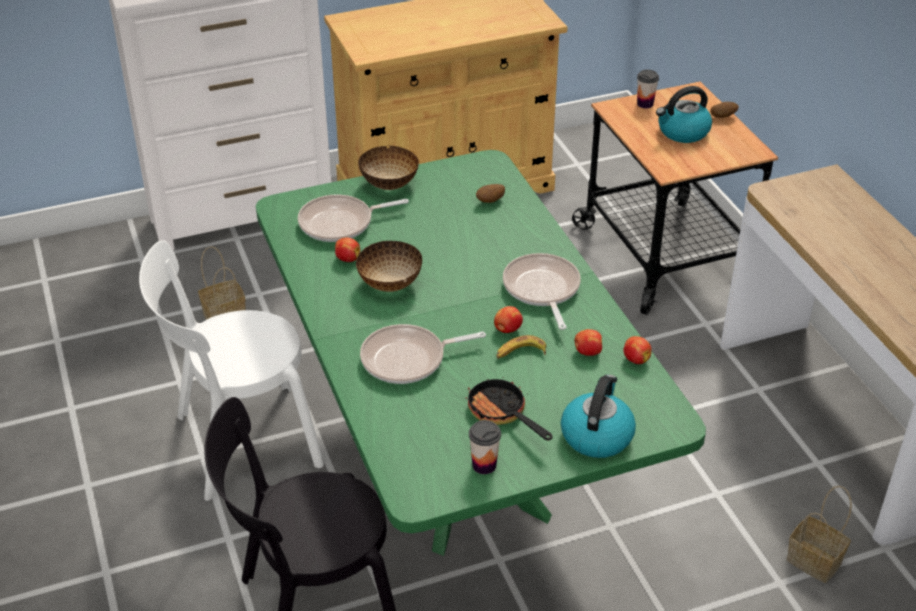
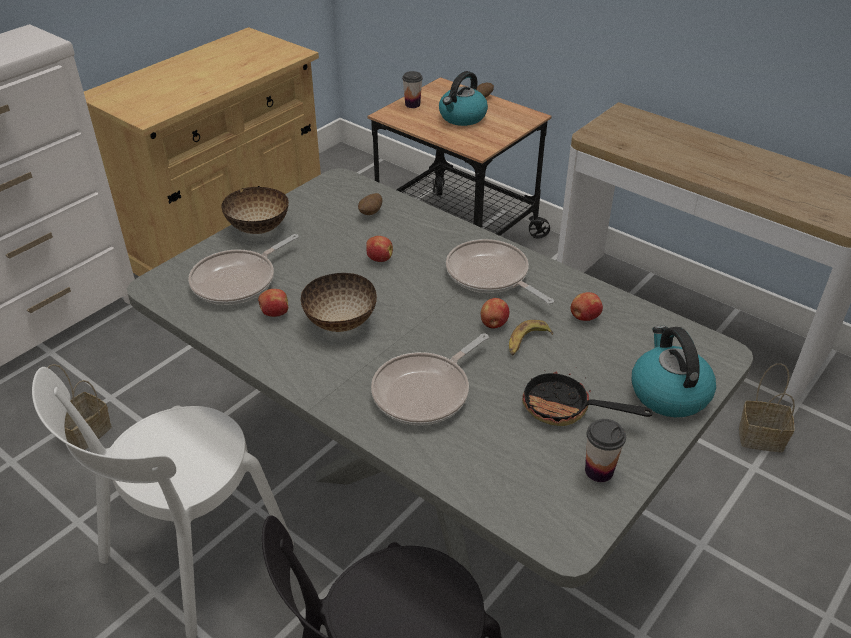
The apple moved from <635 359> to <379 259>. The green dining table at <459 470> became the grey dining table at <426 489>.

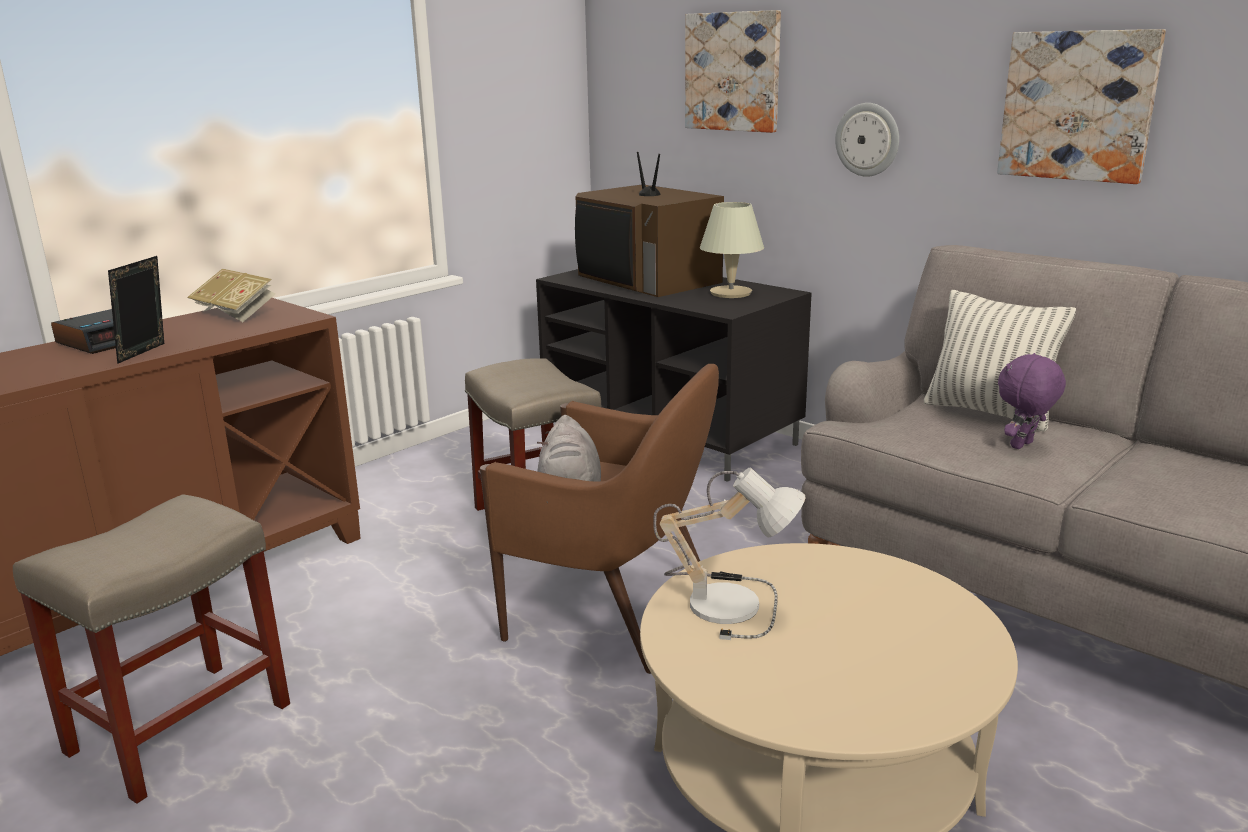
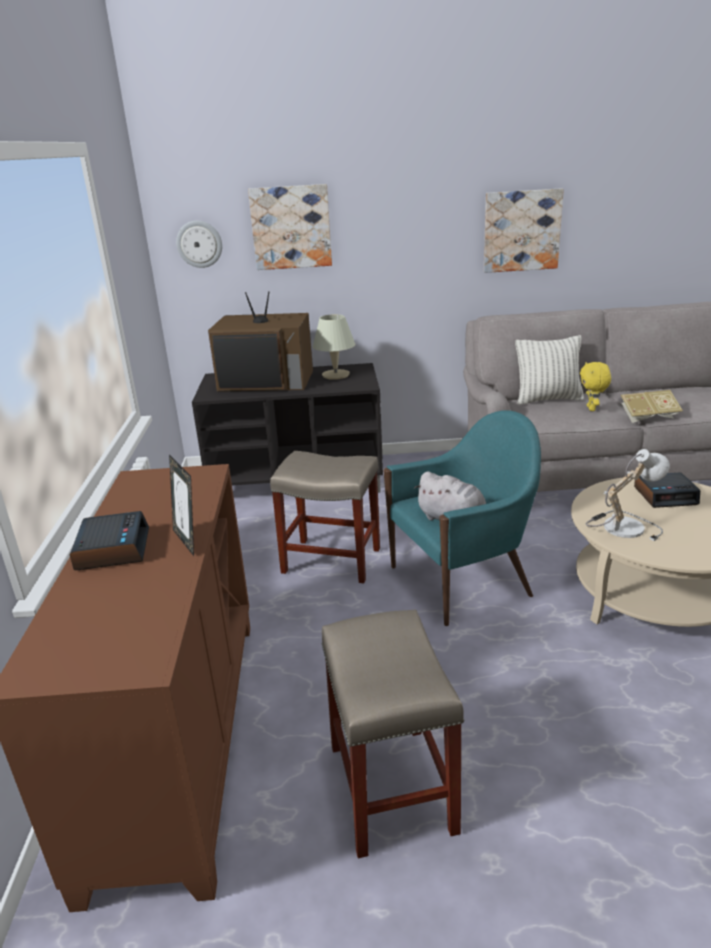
The alarm clock at <665 495> appeared. The book moved from <235 313> to <648 417>. The wall clock moved from <868 139> to <199 244>. The brown armchair at <614 611> became the turquoise armchair at <462 580>. The purple plush toy at <1023 446> became the yellow plush toy at <592 409>.

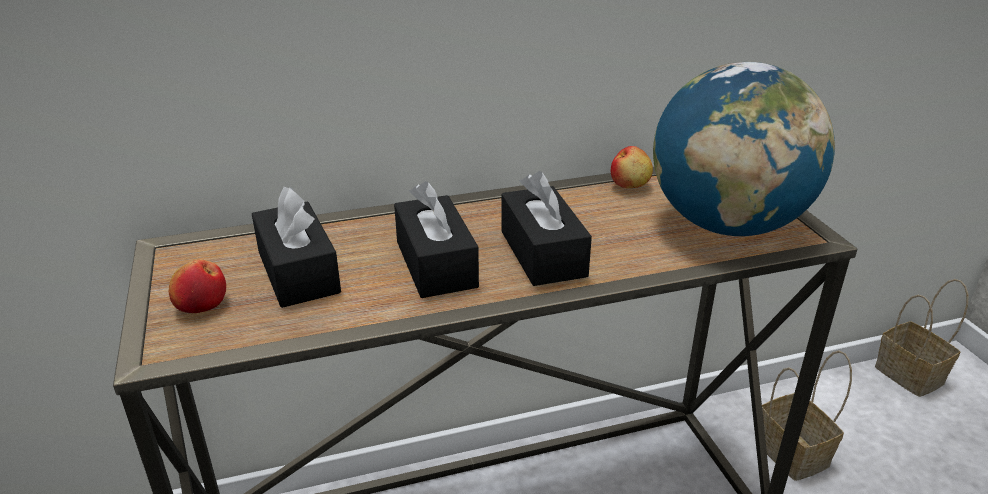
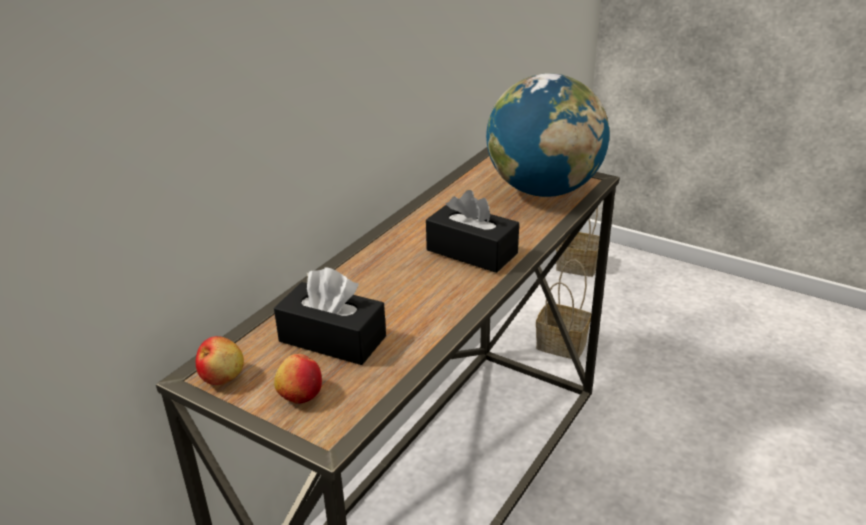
The black tissue box at <436 264> disappeared. The apple moved from <630 184> to <223 376>.

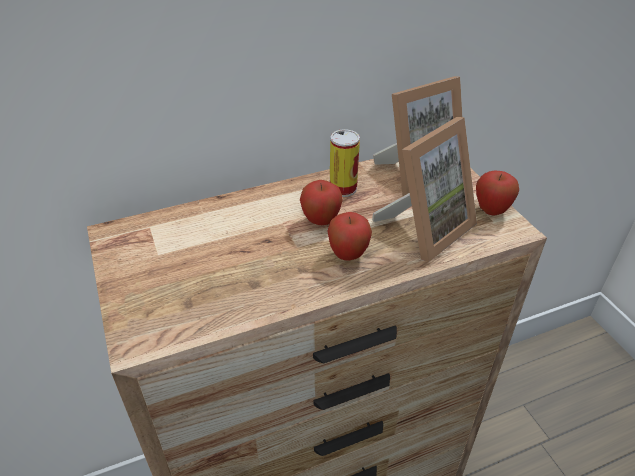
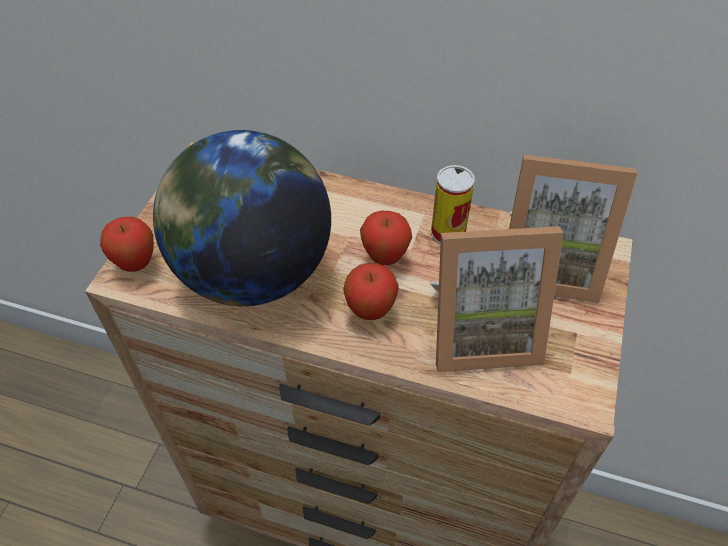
The globe at <253 272> appeared. The apple moved from <491 211> to <136 263>.

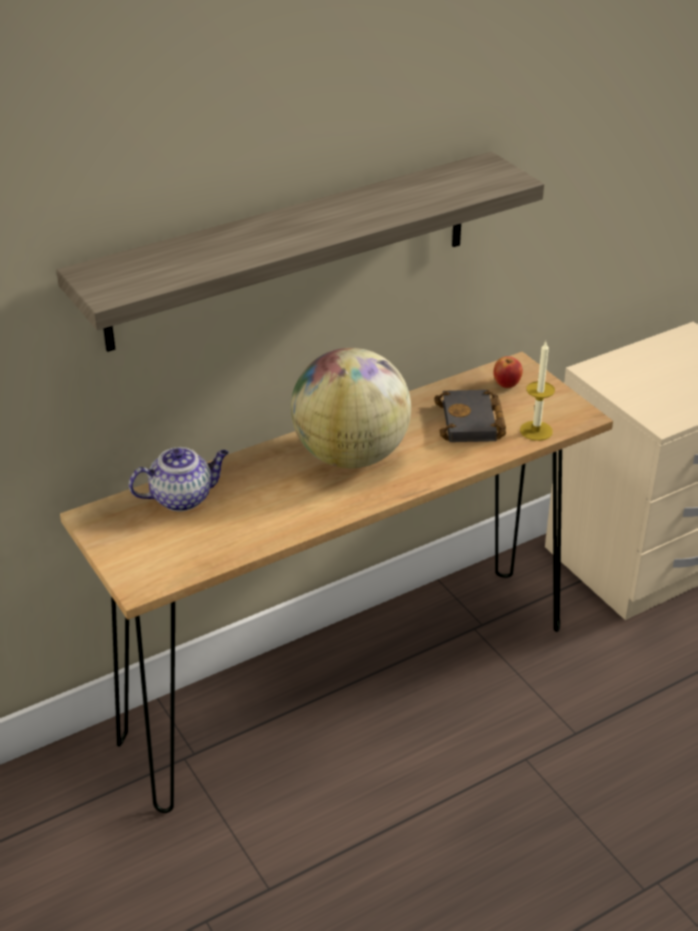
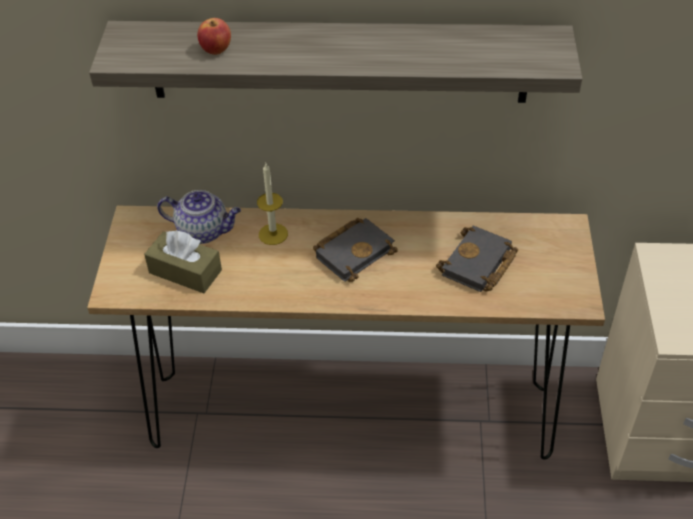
The brown tissue box at <185 271> appeared. The apple moved from <506 384> to <216 50>. The candle moved from <536 431> to <273 234>. The globe at <350 455> was replaced by the black book at <354 251>.

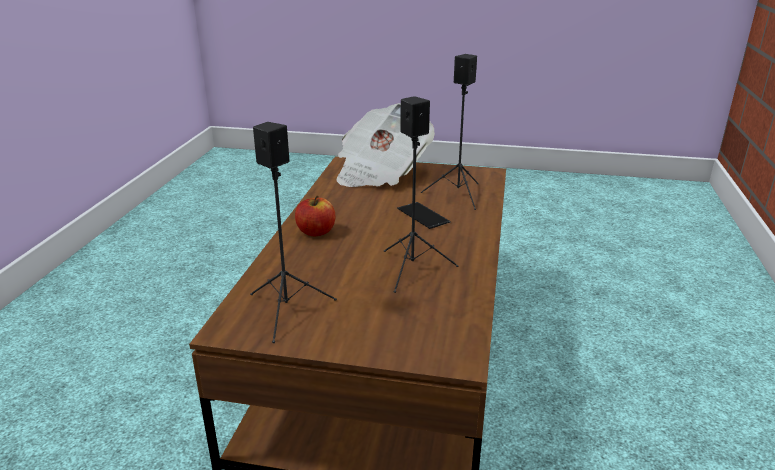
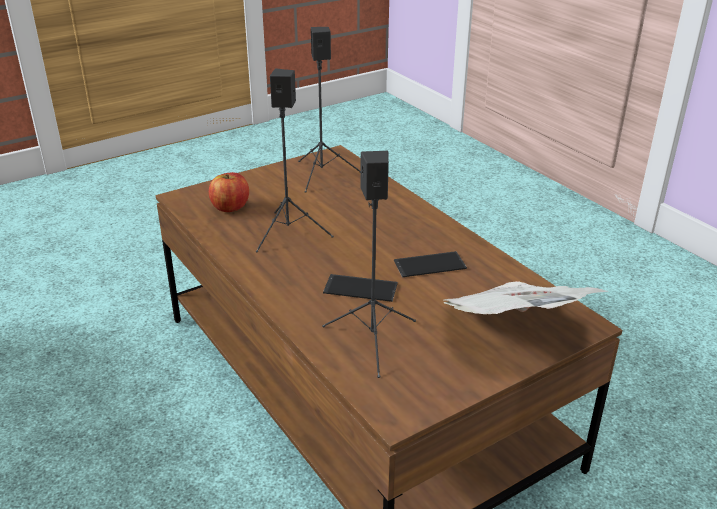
The phone at <430 265> appeared. The apple moved from <316 232> to <230 207>.

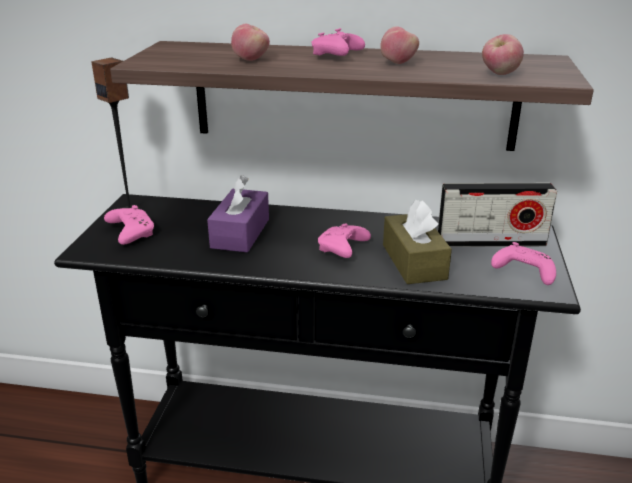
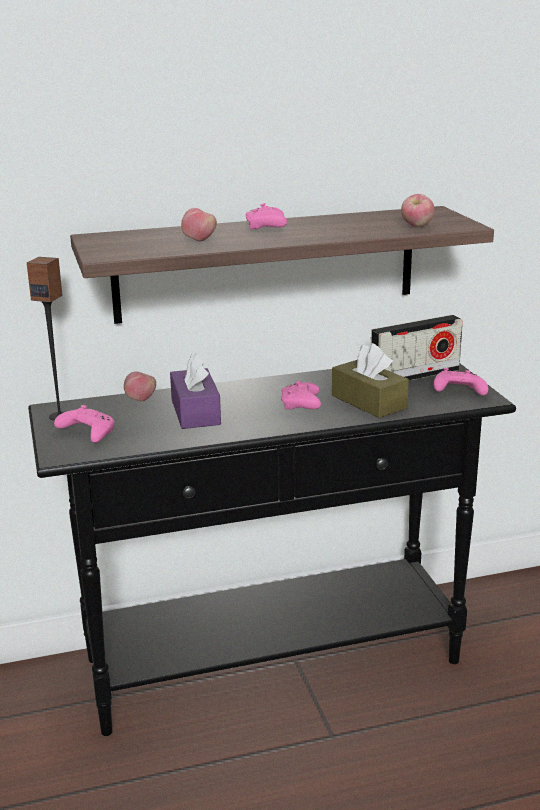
The apple moved from <398 63> to <141 399>.

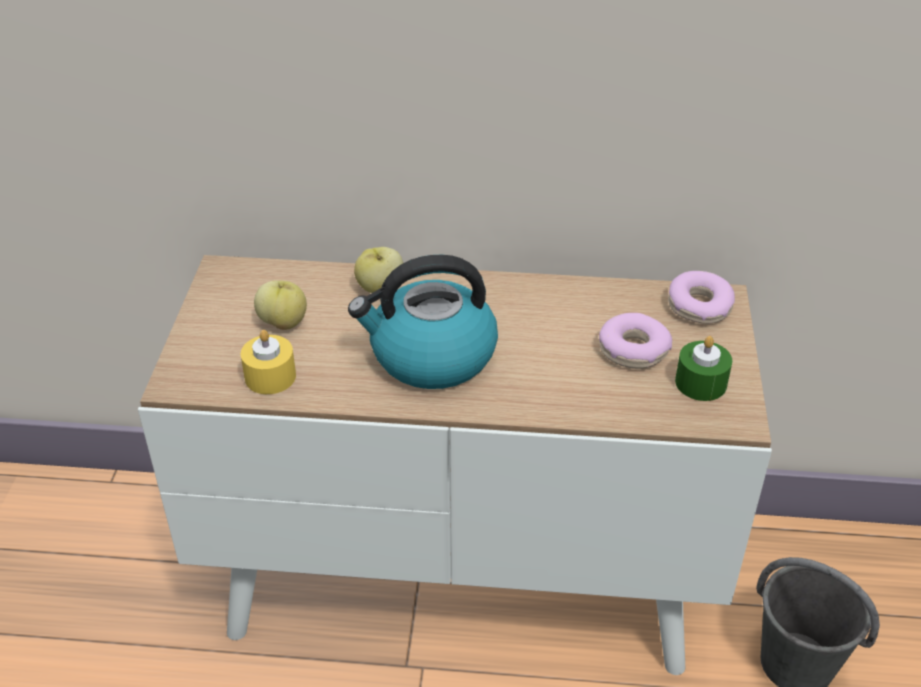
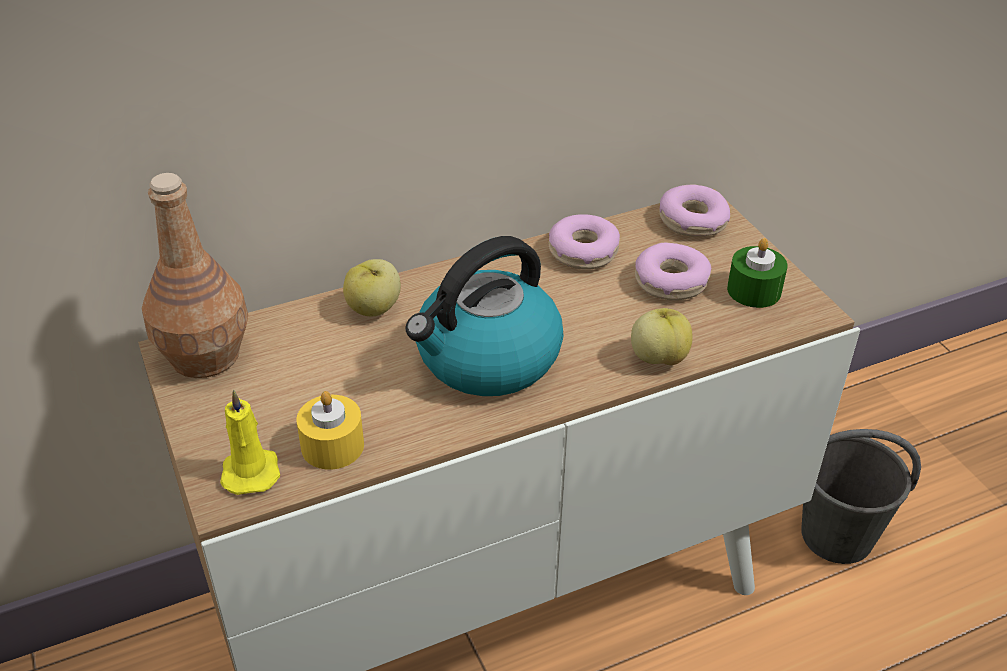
The brown bottle at <205 354> appeared. The yellow candle at <251 470> appeared. The donut at <583 251> appeared. The apple moved from <283 322> to <658 358>.

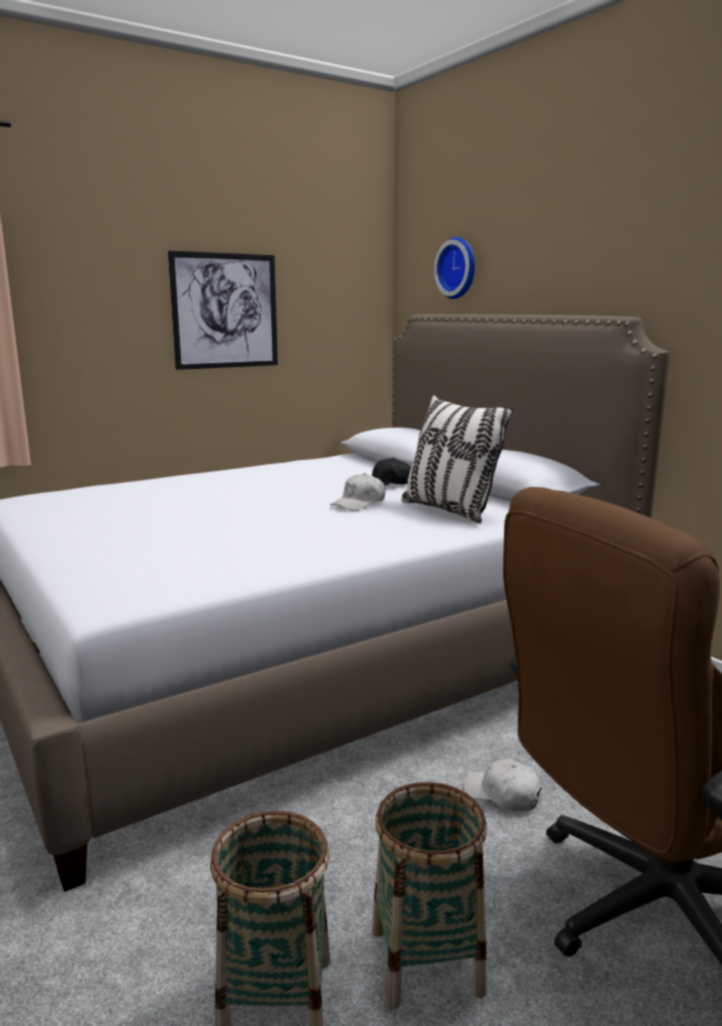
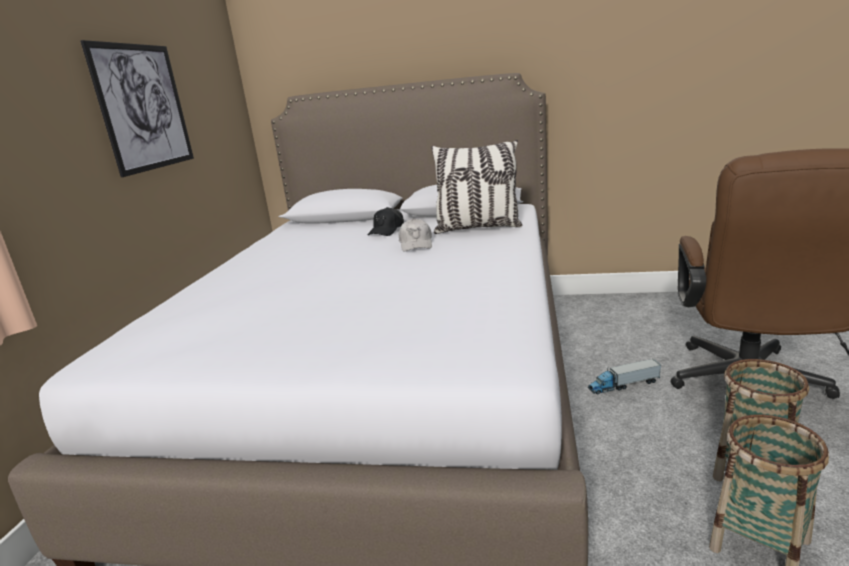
The wall clock at <458 268> disappeared. The white cap at <502 794> was replaced by the toy truck at <623 385>.

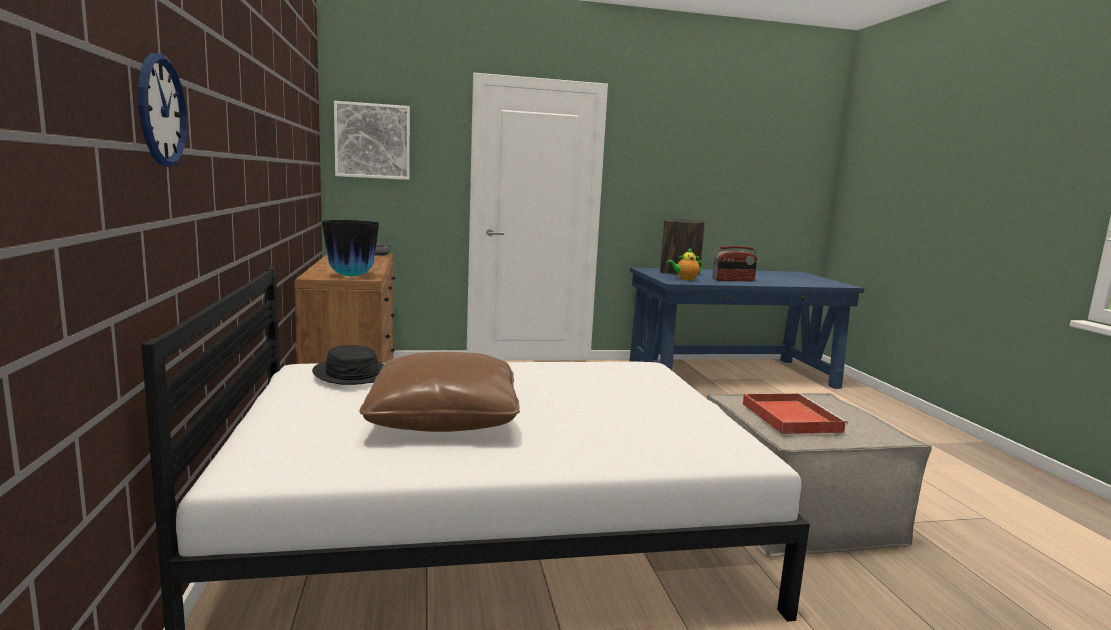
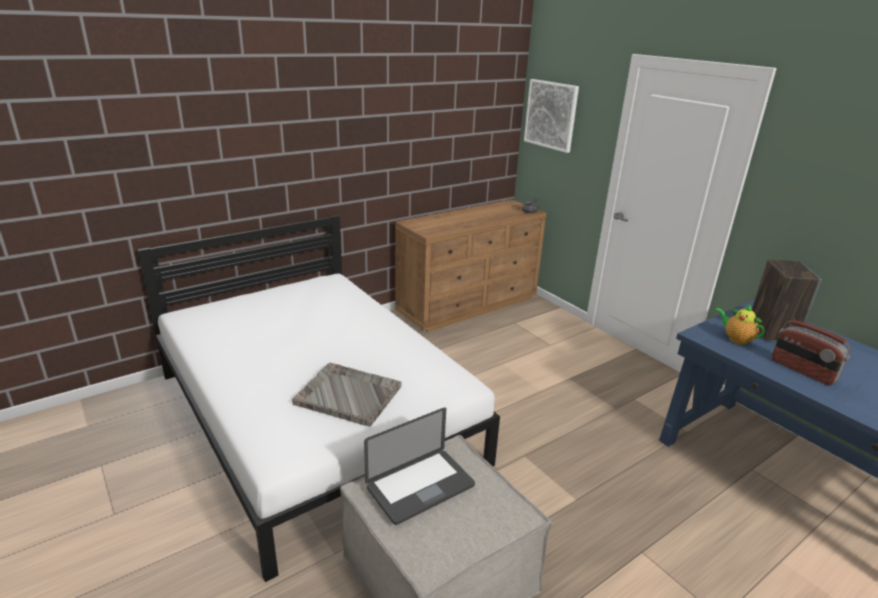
The wall clock at <161 111> disappeared. The black hat at <351 374> disappeared. The vase at <351 276> disappeared. The brown pillow at <444 418> disappeared. The grey tray at <347 395> appeared. The red tray at <789 417> was replaced by the laptop at <420 487>.

